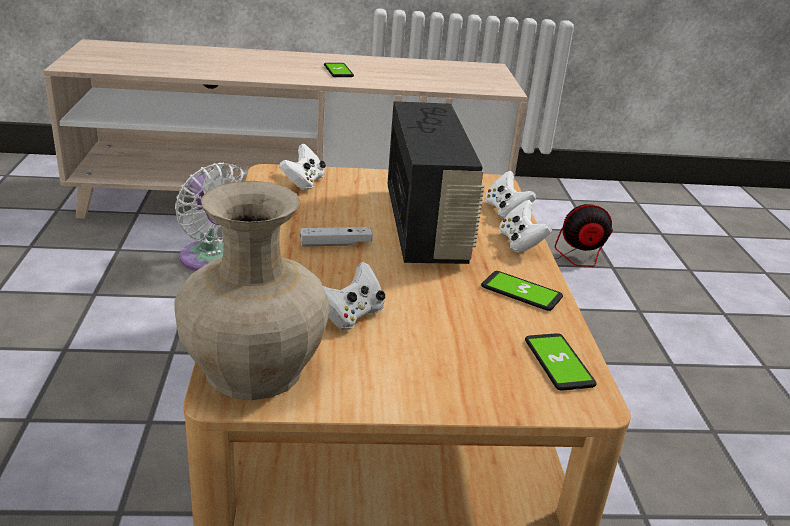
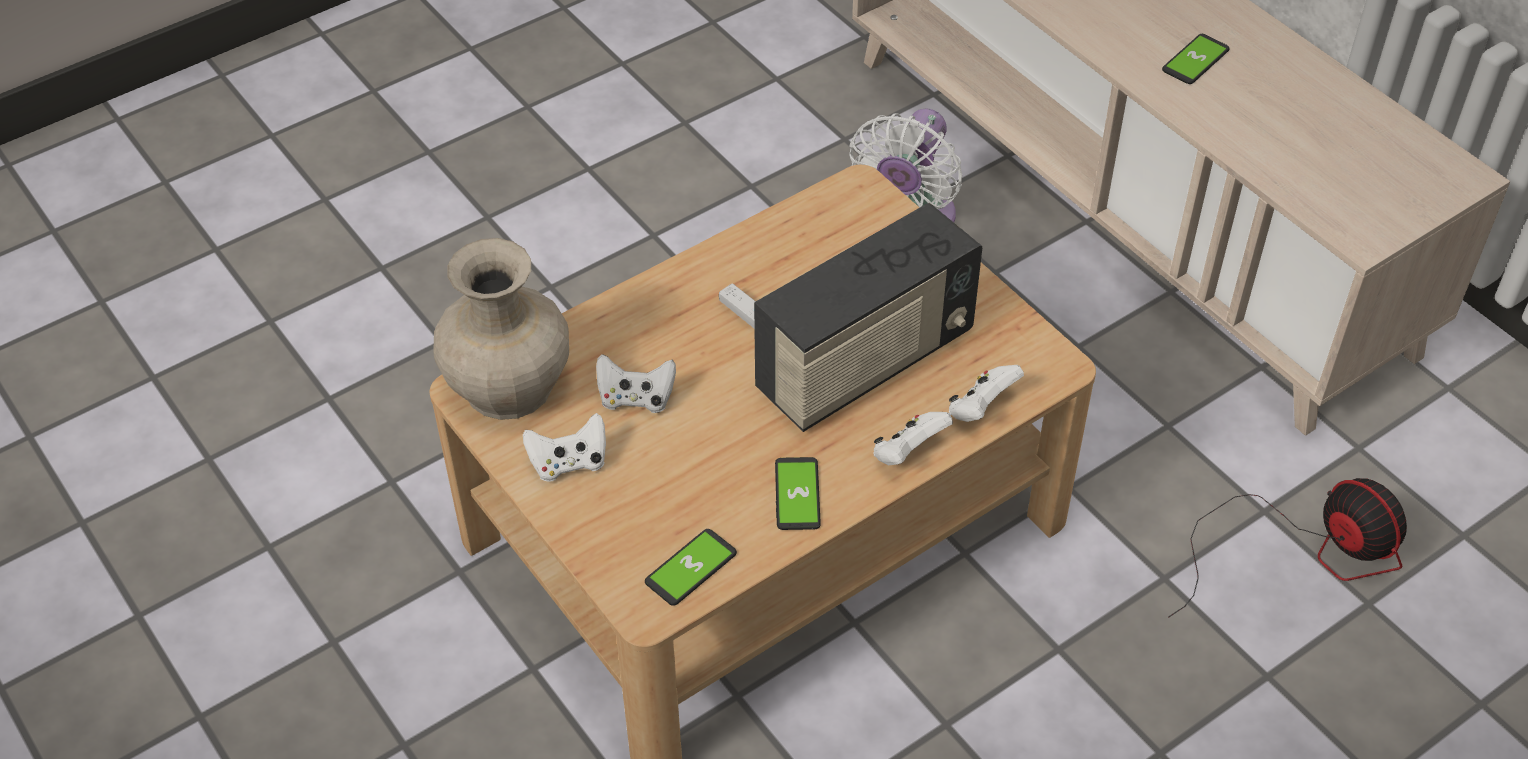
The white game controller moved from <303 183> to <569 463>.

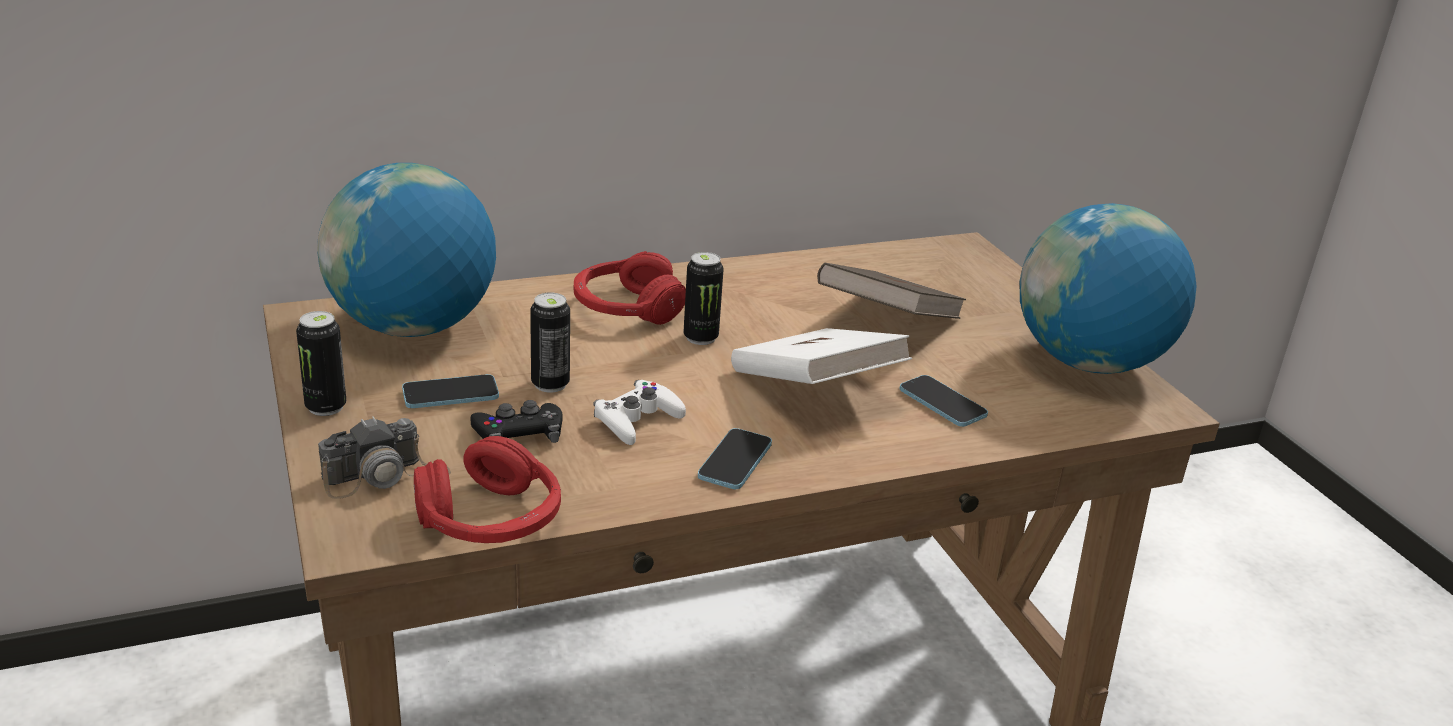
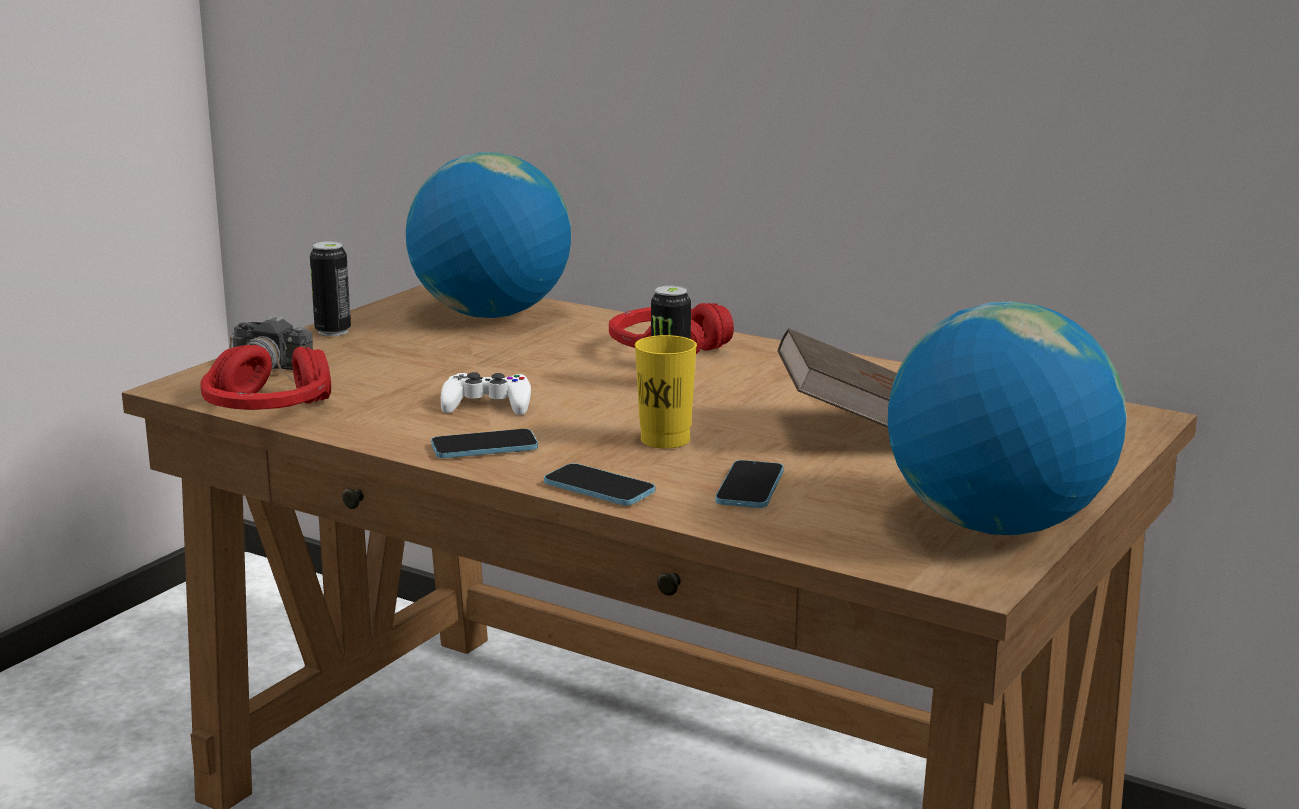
The black game controller at <518 433> disappeared. The can at <550 384> disappeared. The phone moved from <450 394> to <599 488>. The white book at <814 390> was replaced by the yellow cup at <665 440>.

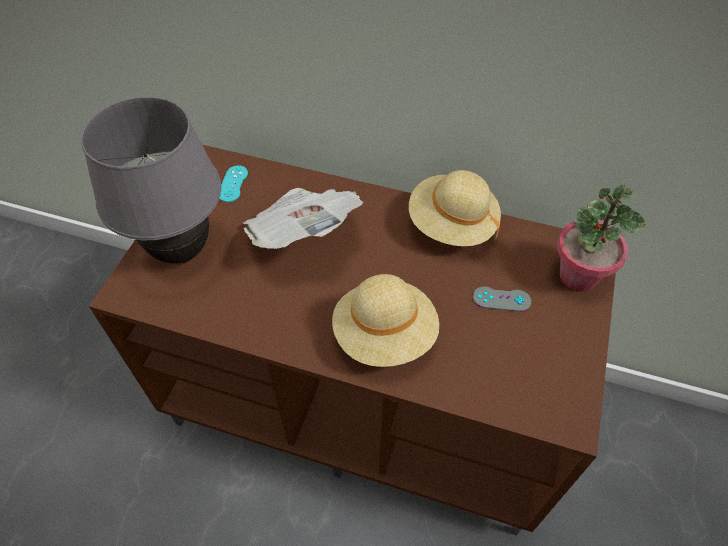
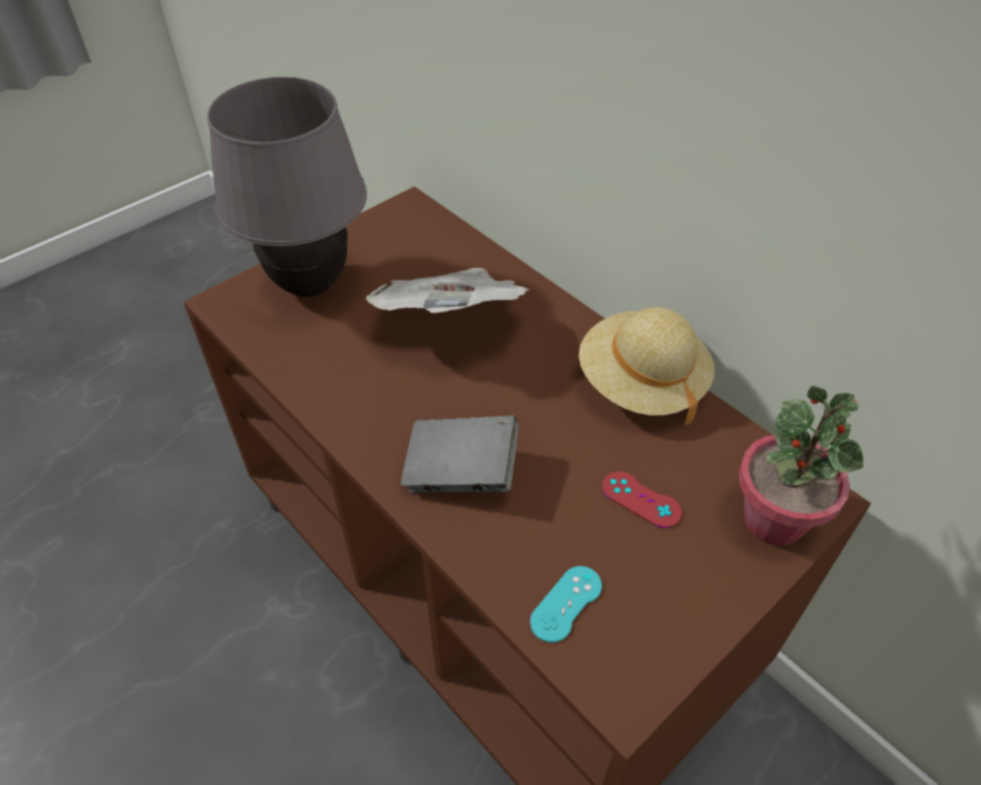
The turquoise game controller moved from <233 184> to <566 604>. The beige hat at <385 335> was replaced by the grey book at <461 472>. The grey game controller at <501 299> became the red game controller at <641 499>.

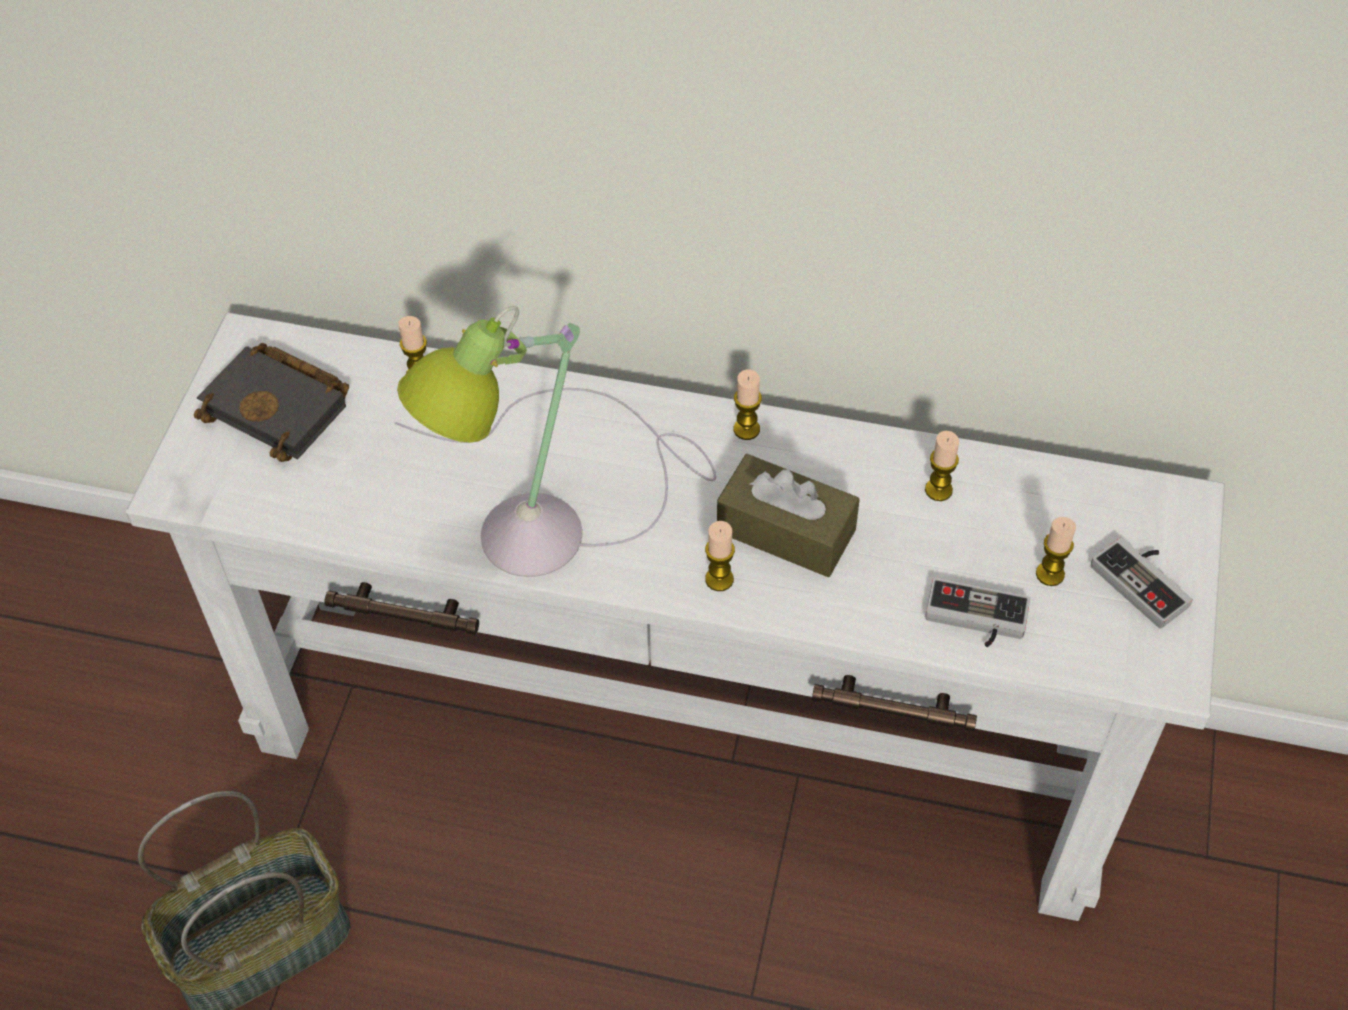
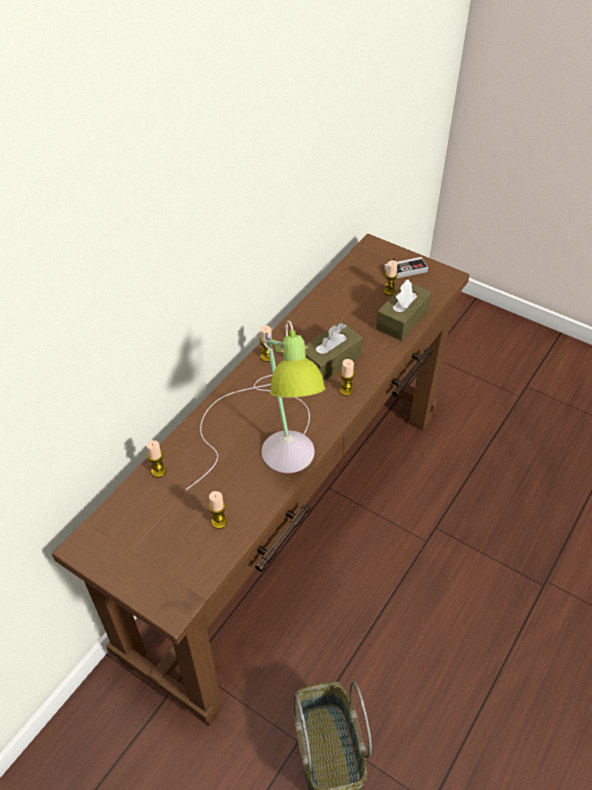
The black book at <281 407> disappeared. The candle moved from <938 490> to <219 522>. The game controller at <975 621> was replaced by the brown tissue box at <402 319>. The white console table at <680 741> became the brown console table at <292 526>.

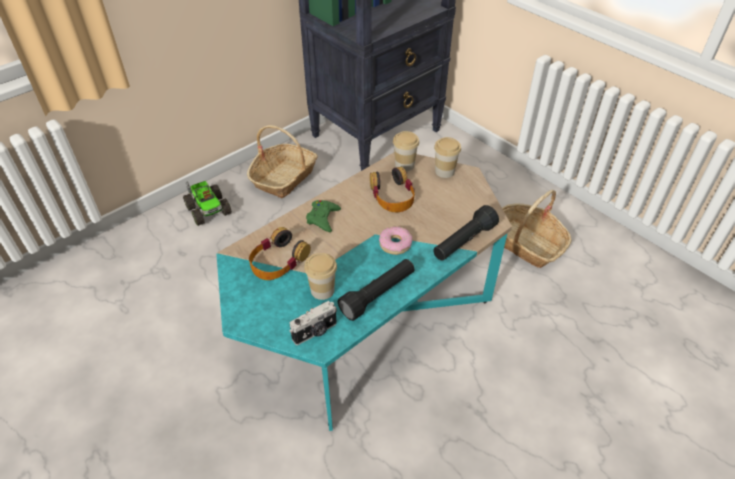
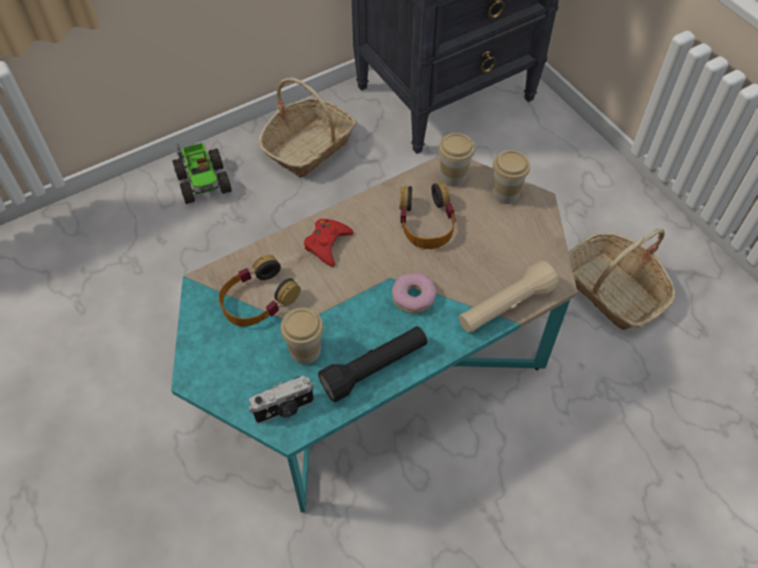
The green game controller at <323 218> became the red game controller at <327 244>. The black flashlight at <463 242> became the beige flashlight at <505 307>.

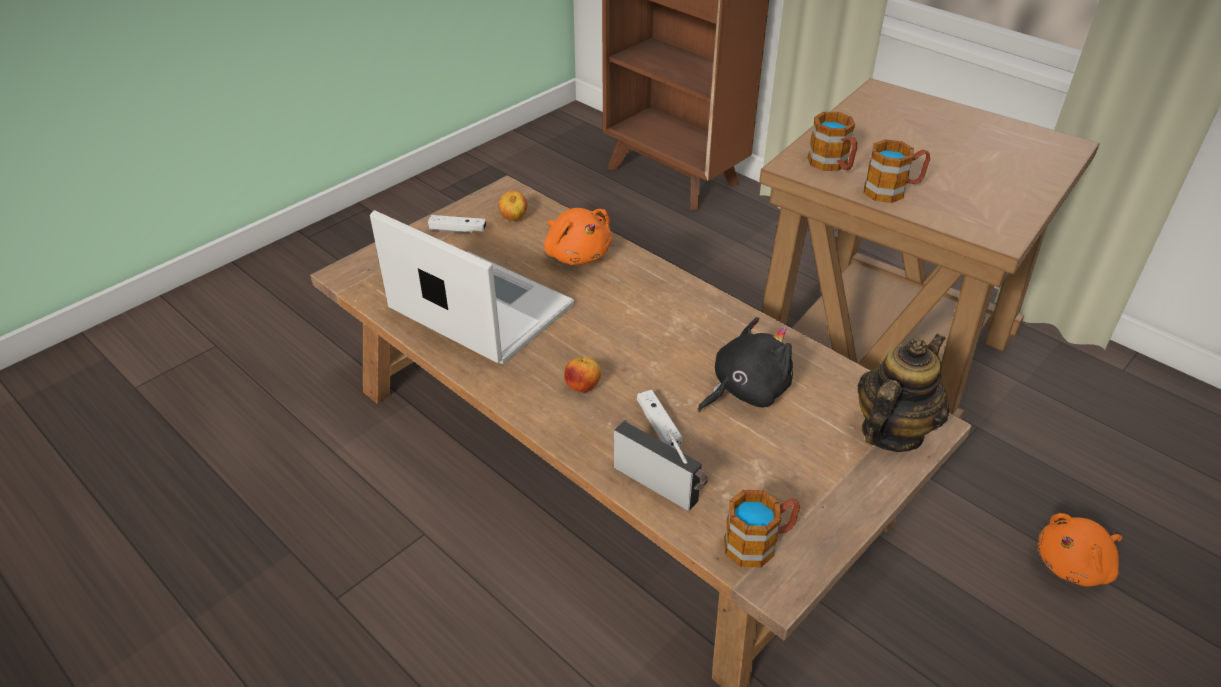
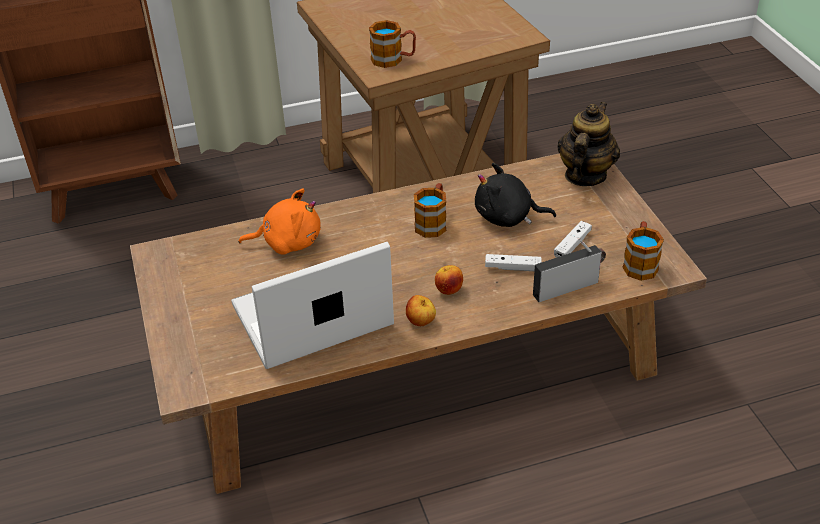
The orange plush toy at <1074 565> disappeared. The white game controller moved from <458 230> to <572 245>. The apple moved from <514 219> to <421 322>. The mug moved from <892 190> to <433 222>. The black plush toy at <745 390> turned 75 degrees counterclockwise. The teapot at <891 432> turned 45 degrees clockwise.

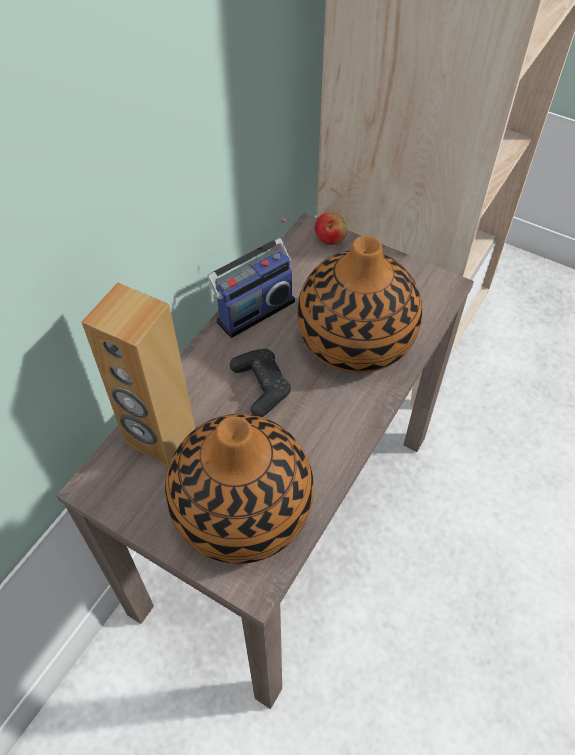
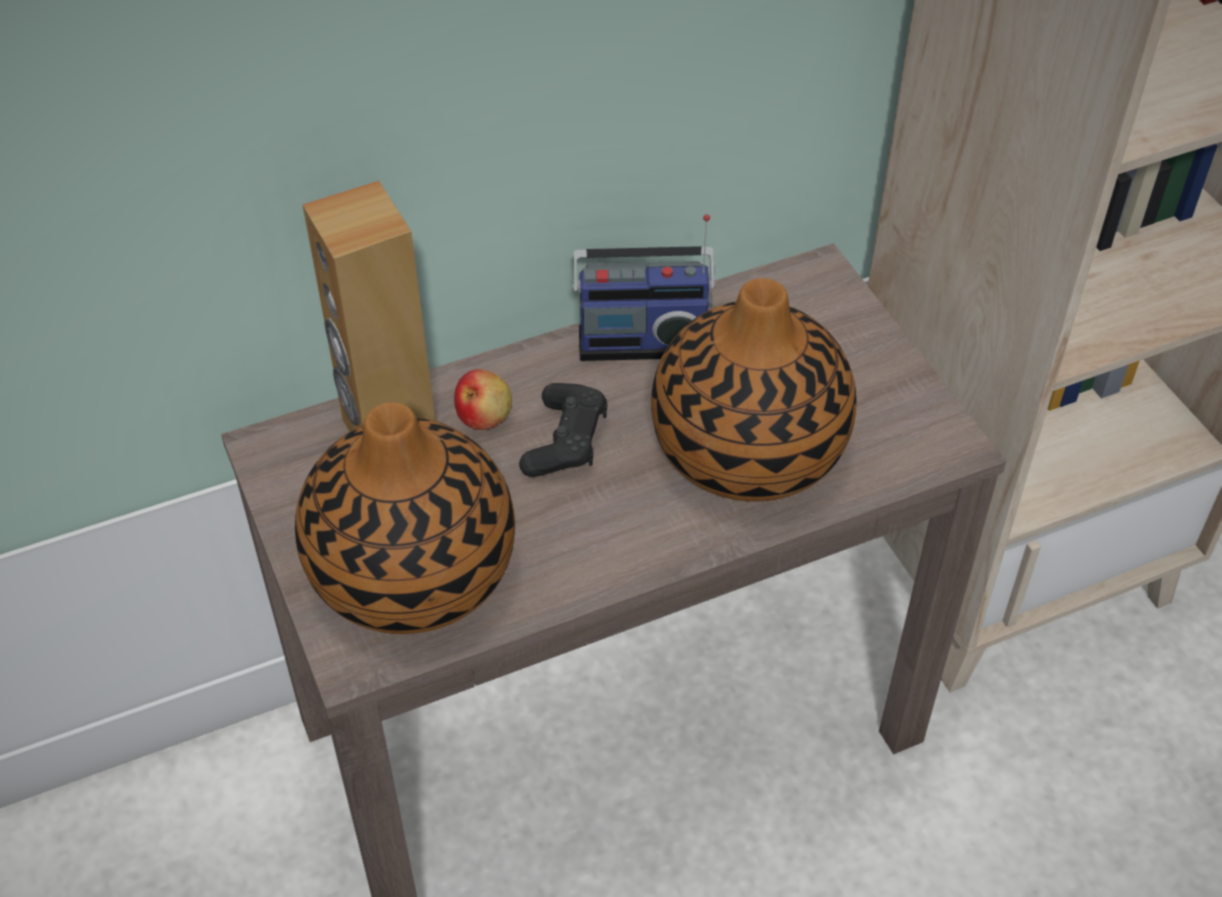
The apple moved from <330 238> to <484 416>.

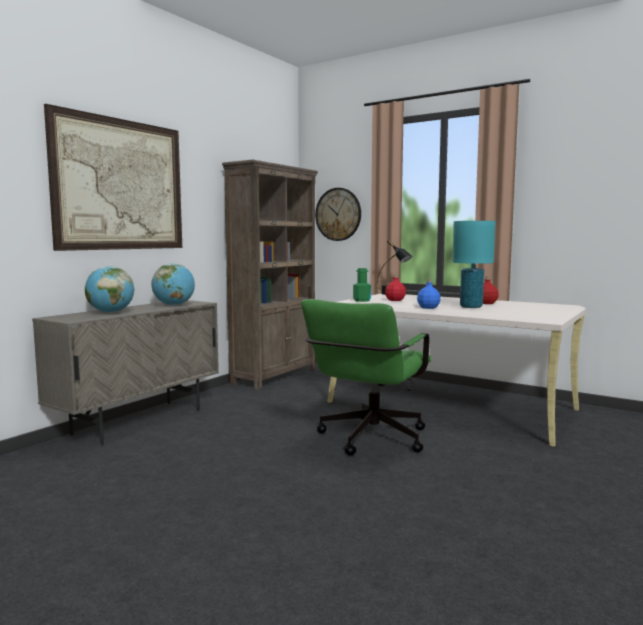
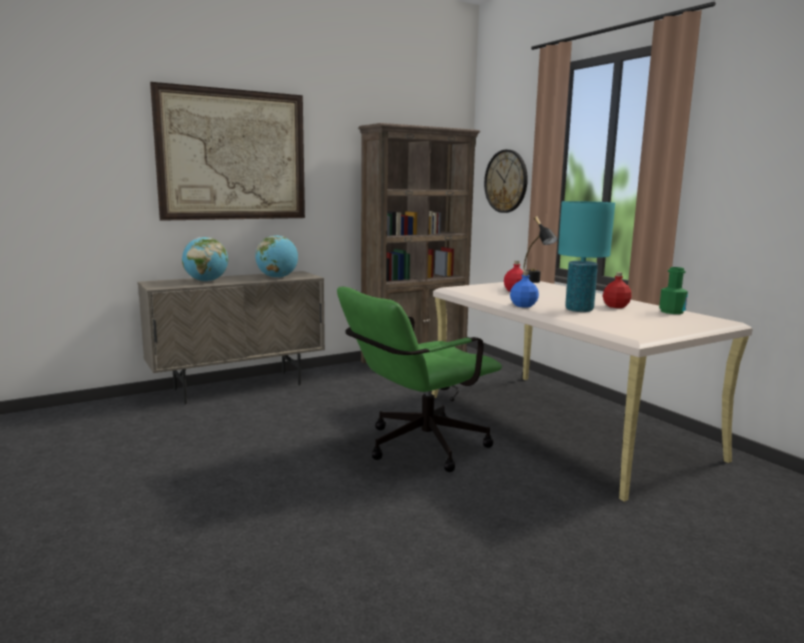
The green bottle moved from <362 300> to <671 312>.

